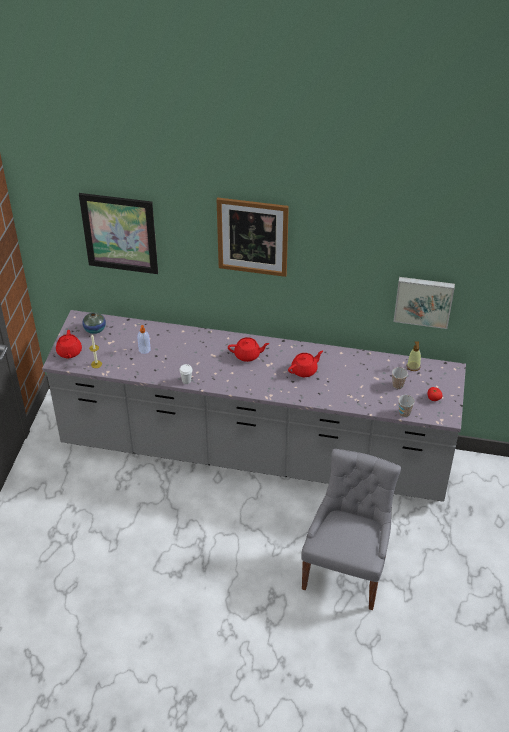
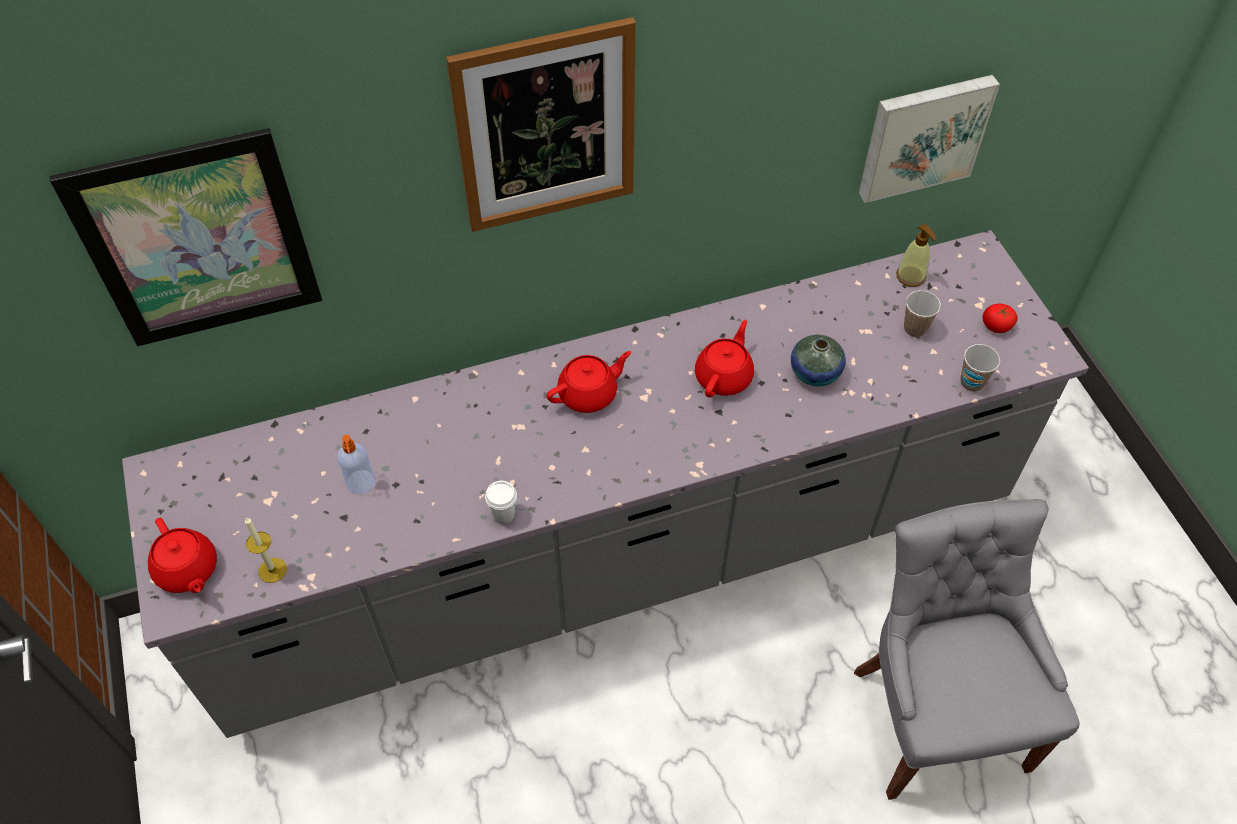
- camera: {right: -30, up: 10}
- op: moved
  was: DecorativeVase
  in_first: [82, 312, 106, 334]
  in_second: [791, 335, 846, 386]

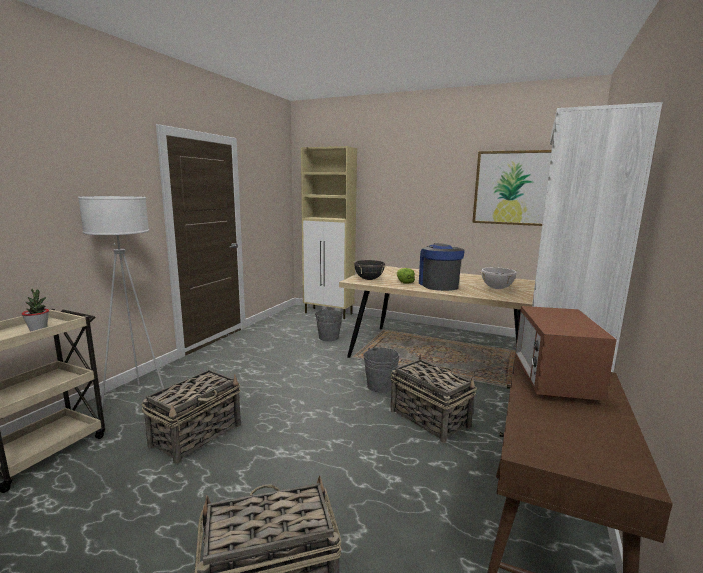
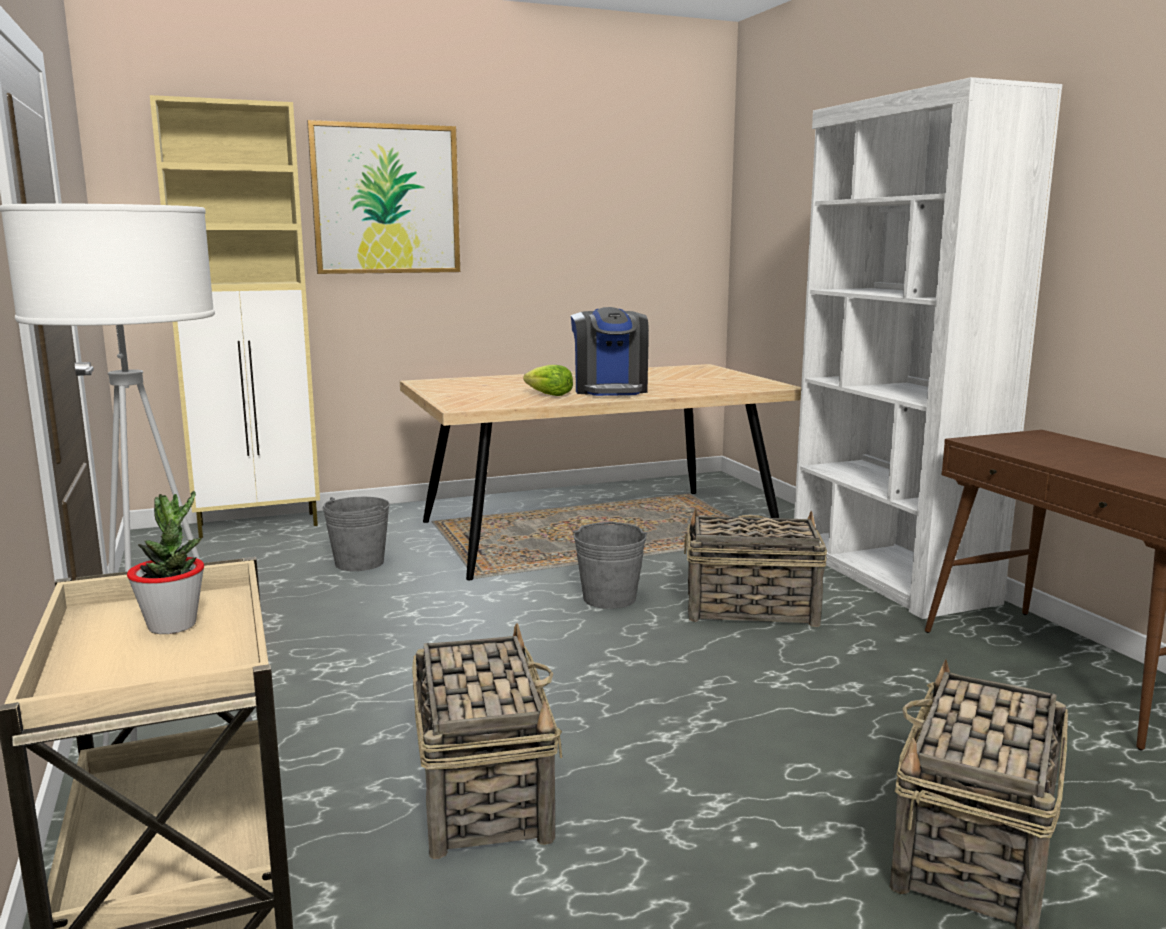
- camera: {right: -45, up: 0}
- op: removed
  was: BlackColouredCookingPot
  in_first: [354, 260, 386, 280]
- op: removed
  was: WhiteCookingPot
  in_first: [480, 267, 517, 289]
- op: removed
  was: MicrowaveOven
  in_first: [515, 306, 617, 401]
- op: moved
  was: WallArt
  in_first: [472, 150, 552, 226]
  in_second: [307, 120, 460, 274]
- op: turned
  was: CoffeeBrewer
  in_first: [419, 243, 465, 291]
  in_second: [571, 307, 649, 396]
  clockwise: -135

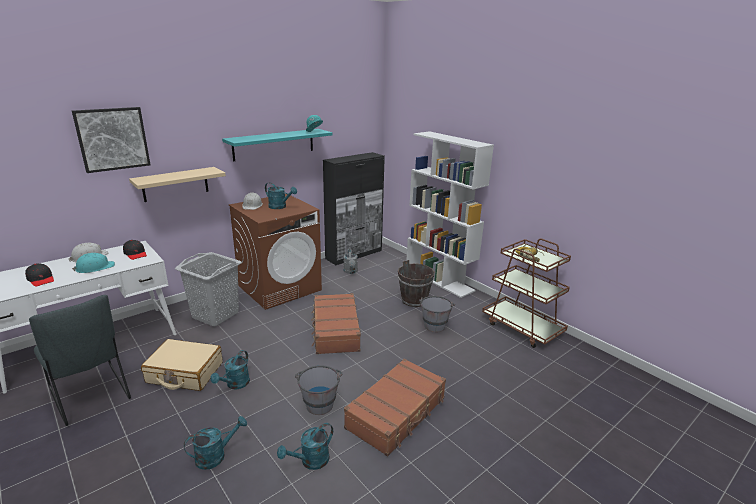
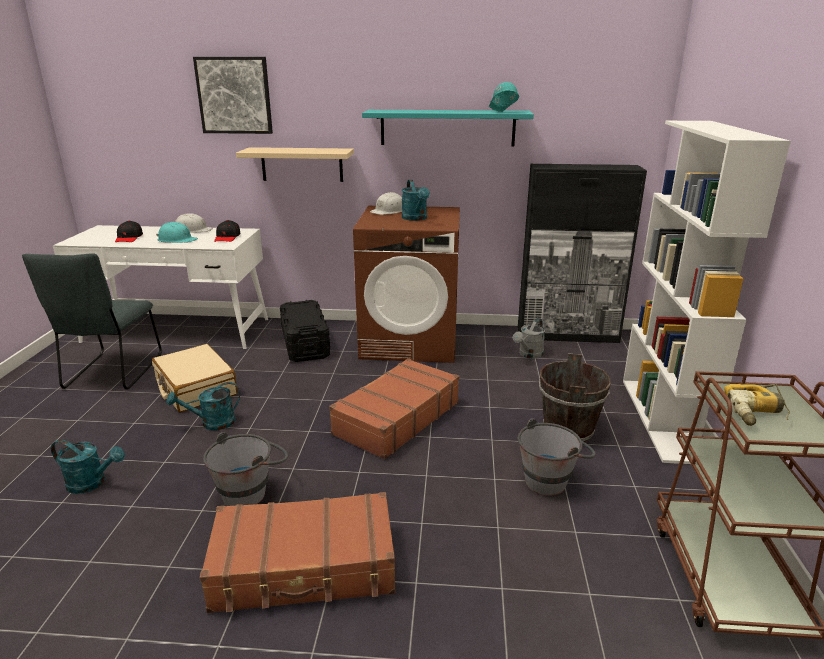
- camera: {right: 45, up: 0}
- op: removed
  was: TurquoiseColouredWateringPot
  in_first: [277, 423, 333, 470]
- op: replaced
  was: GreyishHamper
  now: BlackColouredStorageContainer
  in_first: [175, 252, 242, 326]
  in_second: [280, 300, 330, 362]

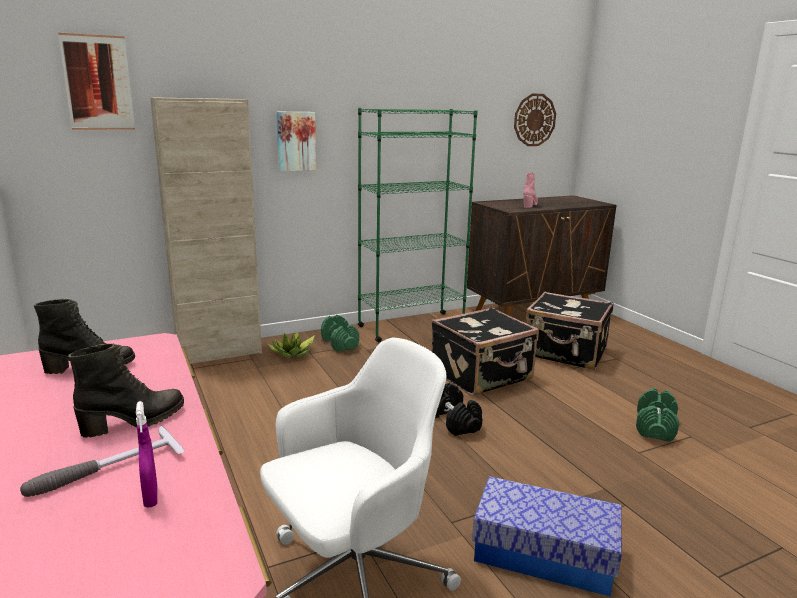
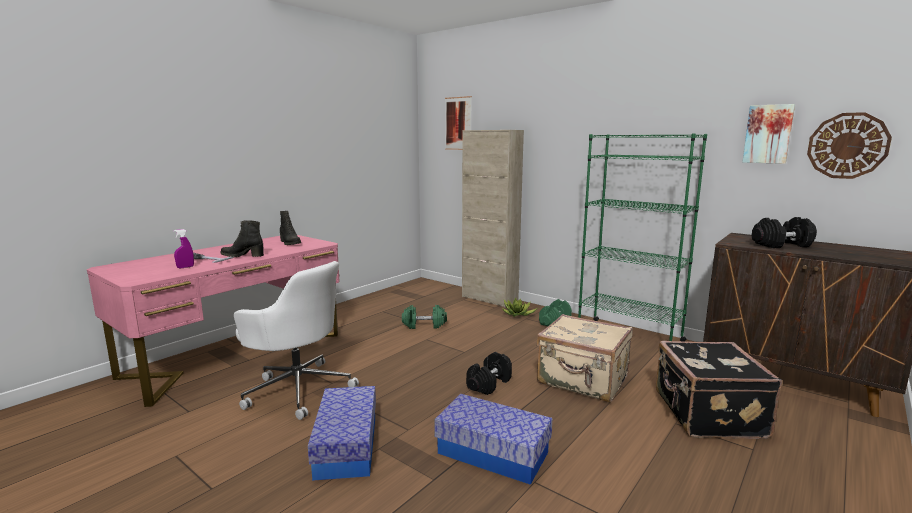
- camera: {right: 65, up: -5}
- op: added
  now: StorageContainer
  in_second: [435, 394, 552, 485]
- op: moved
  was: WallArt
  in_first: [276, 112, 316, 172]
  in_second: [742, 104, 795, 164]
- op: moved
  was: GreenColouredDumbbell
  in_first: [636, 388, 679, 442]
  in_second: [402, 305, 447, 329]
- op: replaced
  was: PinkishTallBoot
  now: BlackColouredDumbbell
  in_first: [523, 172, 538, 208]
  in_second: [752, 217, 817, 248]
- op: recoloured
  was: BlackColouredPieceOfLuggage
  now: SandColouredPieceOfLuggage
  in_first: [432, 307, 539, 396]
  in_second: [537, 314, 633, 403]
- op: turned
  was: BlackColouredTallBoot
  in_first: [68, 344, 184, 438]
  in_second: [220, 220, 264, 257]
  clockwise: 150

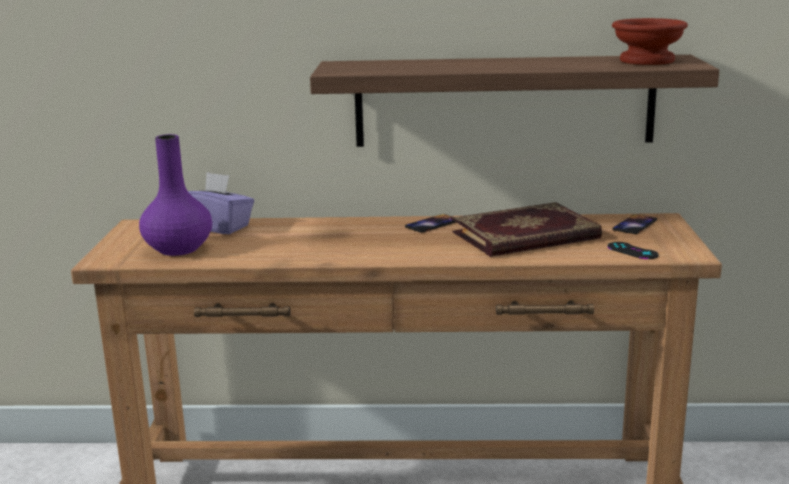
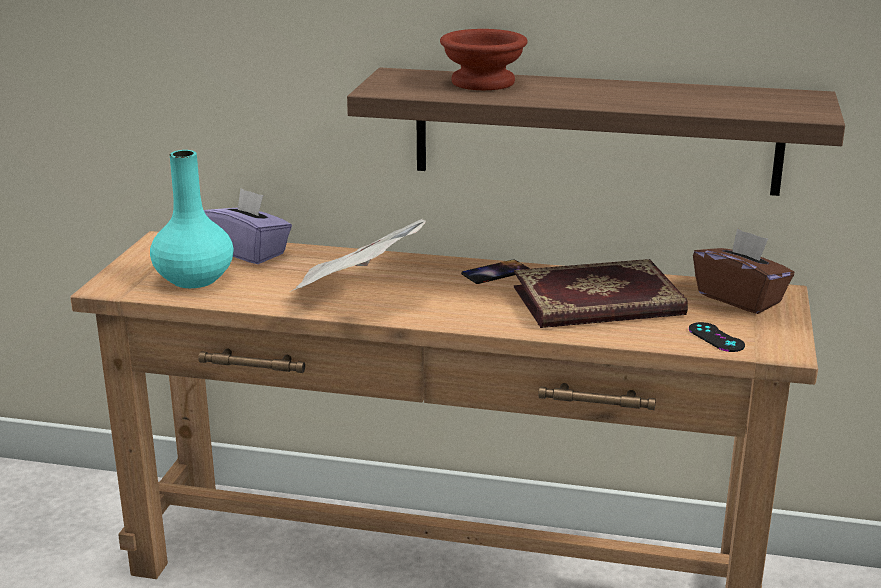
- camera: {right: 10, up: 5}
- op: added
  now: DailyPaper
  in_second: [290, 219, 426, 292]
- op: moved
  was: BrownishDeepDish
  in_first: [612, 18, 688, 65]
  in_second: [440, 29, 528, 90]
- op: replaced
  was: Phone
  now: BrownishTissueBox
  in_first: [612, 214, 657, 234]
  in_second: [693, 228, 794, 314]
- op: recoloured
  was: PurplishDecorativeVase
  now: TurquoiseColouredDecorativeVase
  in_first: [139, 134, 212, 256]
  in_second: [150, 150, 234, 288]

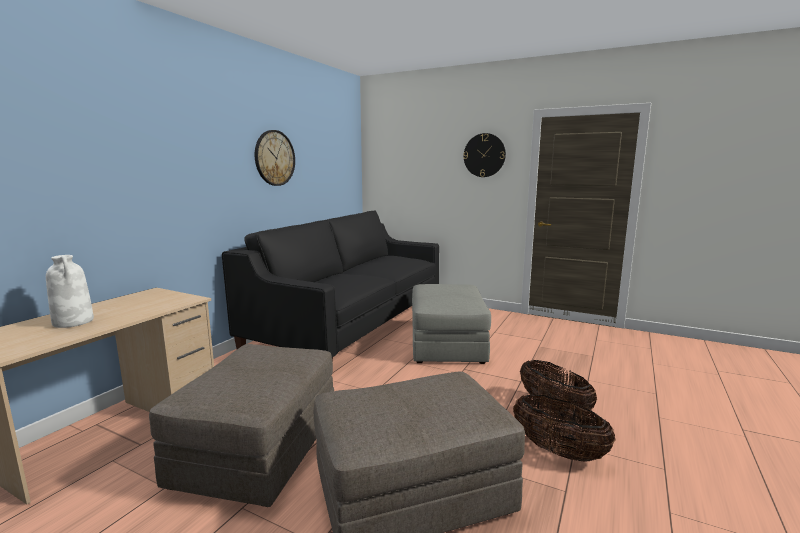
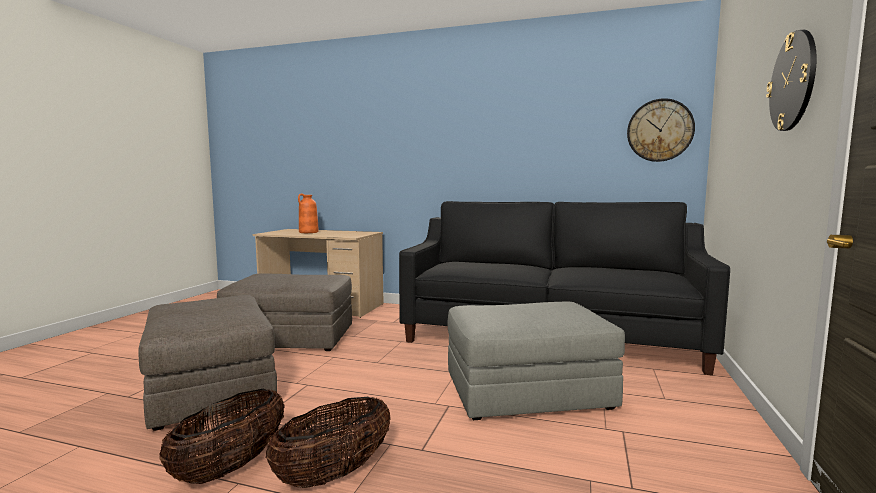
- camera: {right: 80, up: -5}
- op: moved
  was: WallClock
  in_first: [255, 130, 295, 186]
  in_second: [627, 98, 695, 162]
- op: recoloured
  was: WhiteDecorativeVase
  now: OrangeColouredDecorativeVase
  in_first: [46, 255, 94, 328]
  in_second: [298, 193, 319, 233]

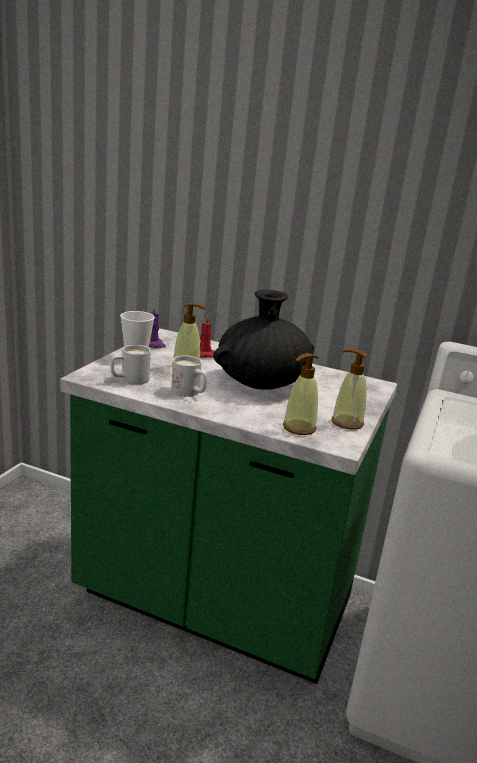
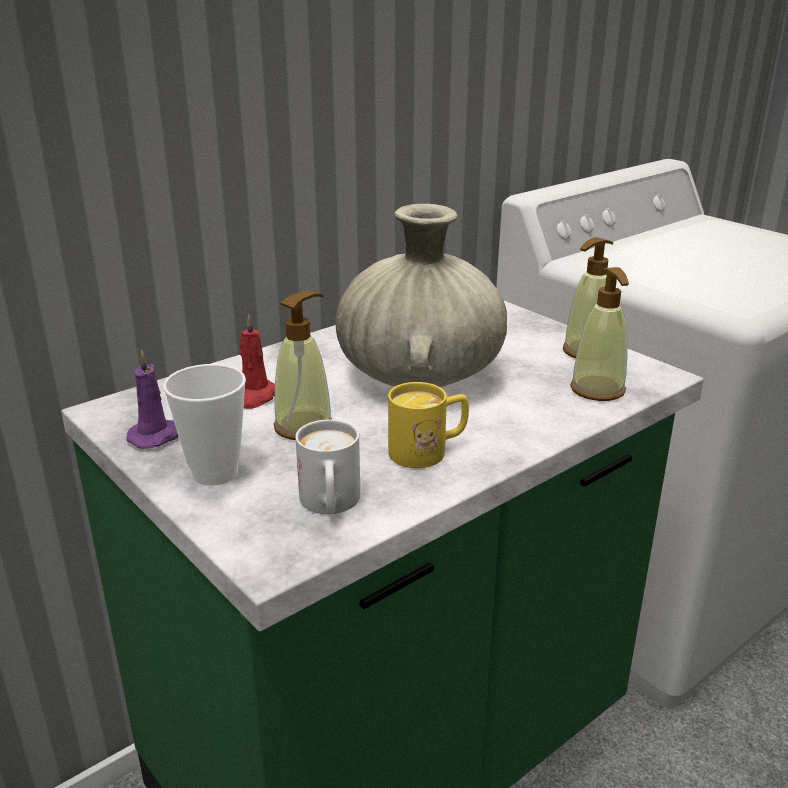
- camera: {right: -60, up: 5}
- op: recoloured
  was: WhiteCoffeeMug
  now: YellowColouredCoffeeMug
  in_first: [171, 356, 207, 397]
  in_second: [388, 382, 469, 468]
- op: recoloured
  was: BlackColouredDecorativeVase
  now: SandColouredDecorativeVase
  in_first: [213, 290, 314, 390]
  in_second: [336, 204, 507, 387]

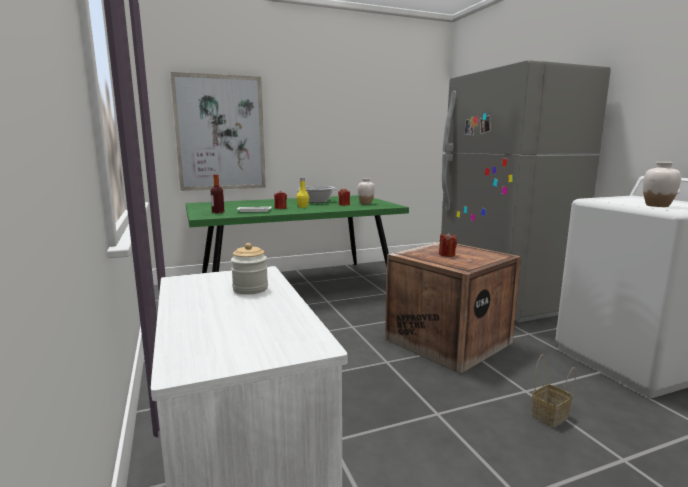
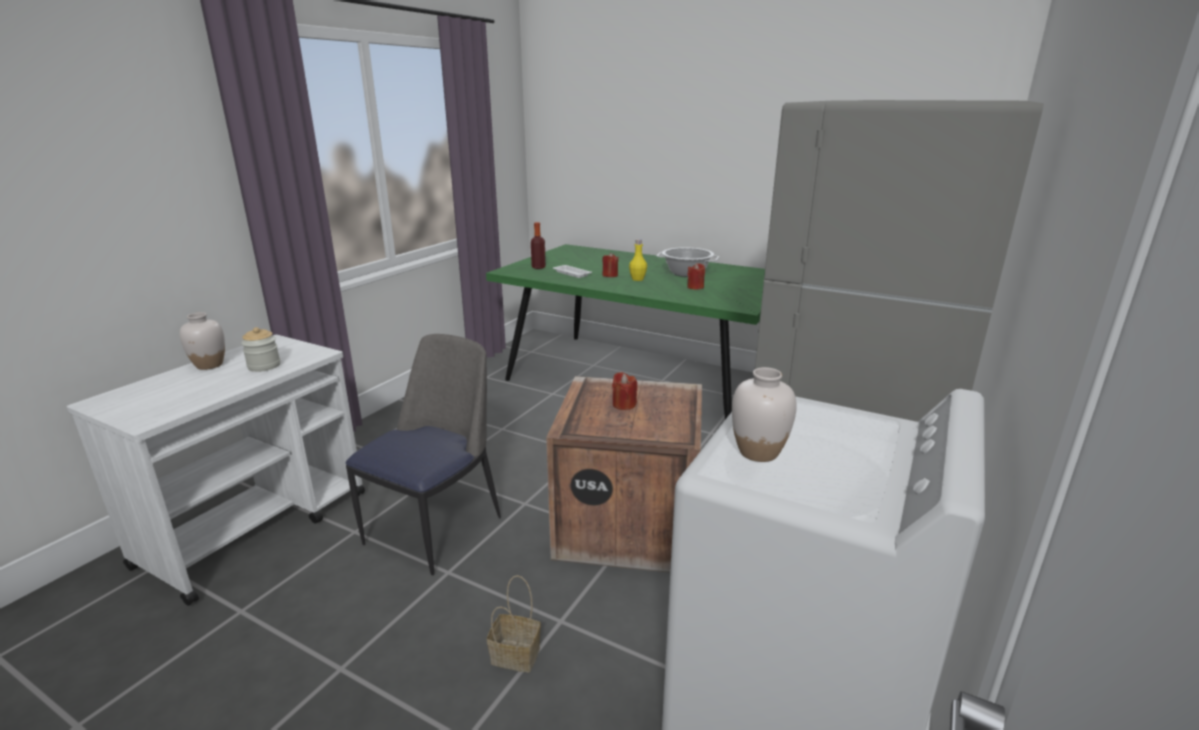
- camera: {right: 50, up: 10}
- op: removed
  was: WallArt
  in_first: [171, 72, 266, 191]
- op: added
  now: UprightChair
  in_second: [345, 334, 501, 576]
- op: moved
  was: WhiteDecorativeVase
  in_first: [358, 178, 375, 204]
  in_second: [179, 312, 225, 370]

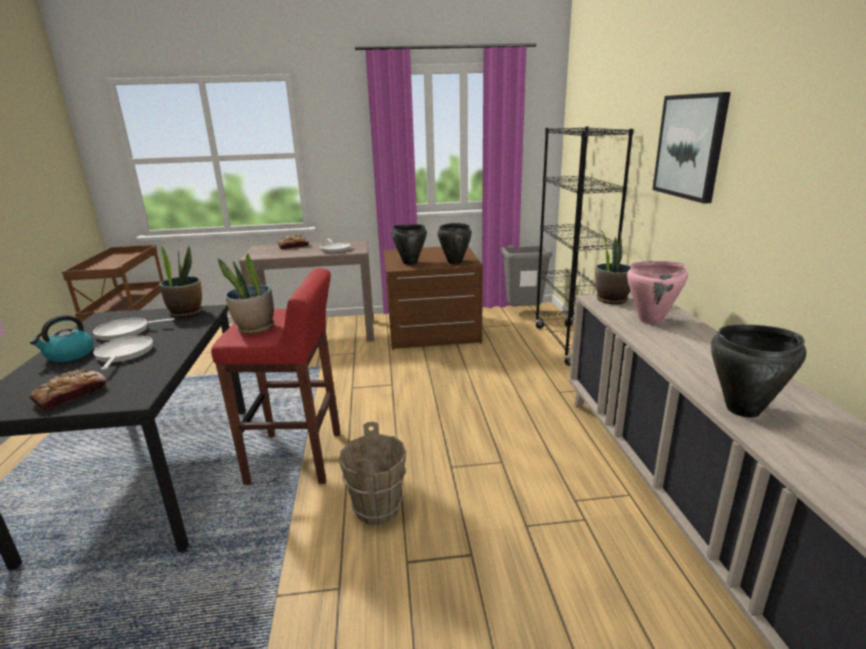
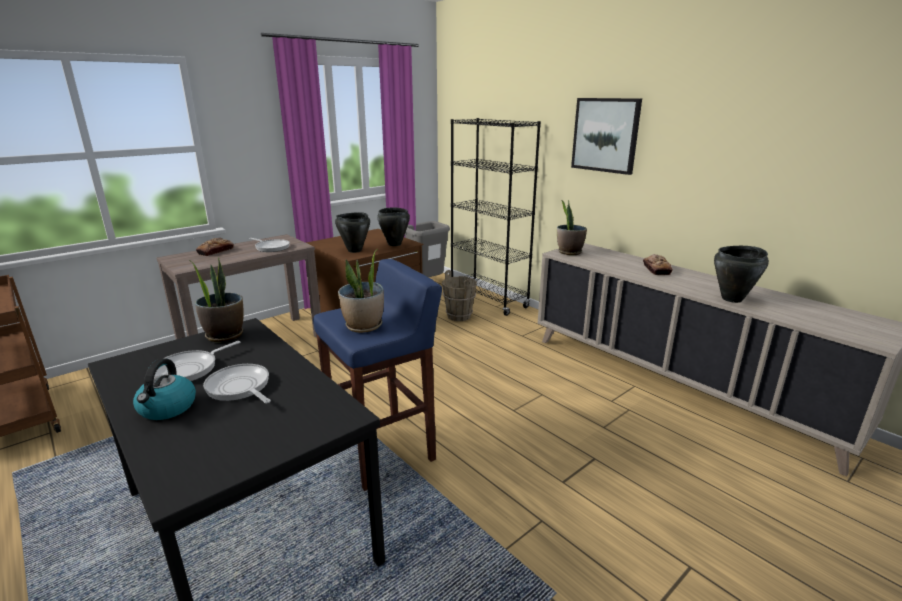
- camera: {right: -35, up: 0}
- op: removed
  was: PinkishCookingPot
  in_first: [627, 261, 688, 325]
- op: moved
  was: BakedBread
  in_first: [29, 369, 106, 411]
  in_second: [643, 254, 673, 275]
- op: moved
  was: BrownishPail
  in_first: [339, 422, 406, 525]
  in_second: [442, 270, 477, 321]
- op: recoloured
  was: RedColouredSittingStool
  now: BluishSittingStool
  in_first: [211, 268, 341, 485]
  in_second: [313, 259, 442, 491]

